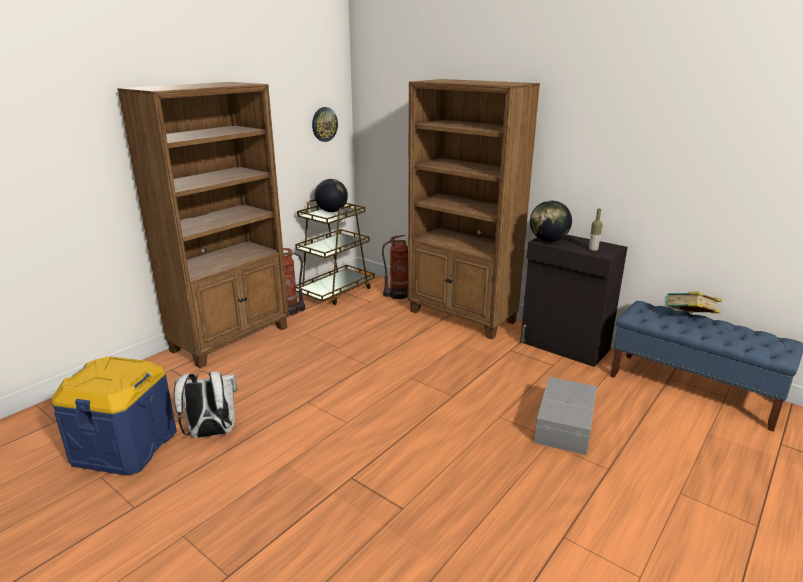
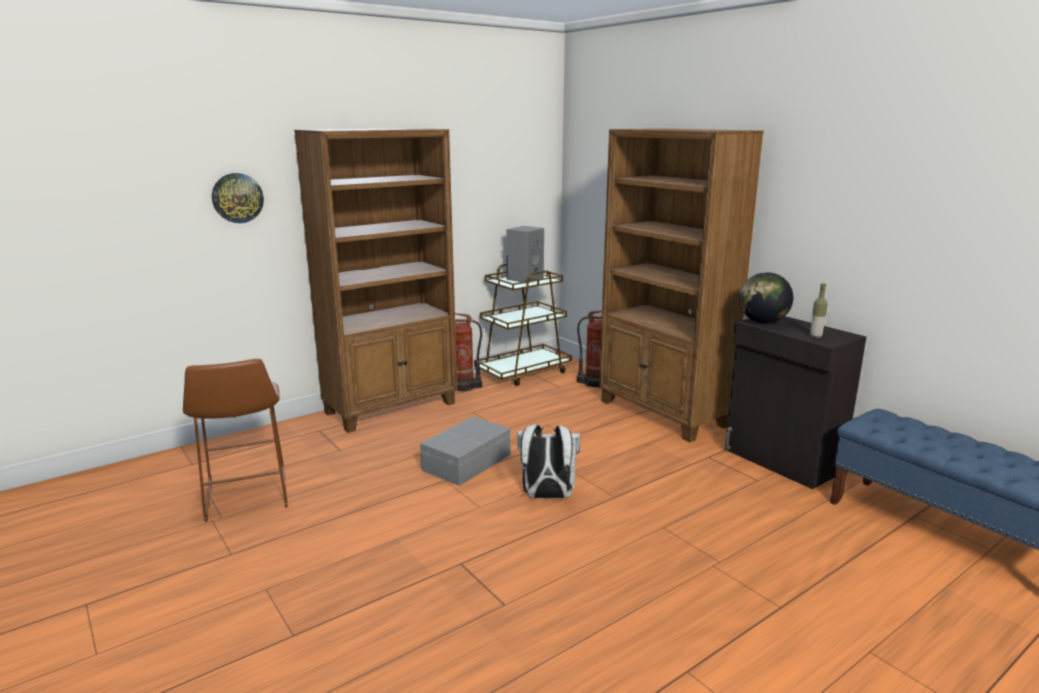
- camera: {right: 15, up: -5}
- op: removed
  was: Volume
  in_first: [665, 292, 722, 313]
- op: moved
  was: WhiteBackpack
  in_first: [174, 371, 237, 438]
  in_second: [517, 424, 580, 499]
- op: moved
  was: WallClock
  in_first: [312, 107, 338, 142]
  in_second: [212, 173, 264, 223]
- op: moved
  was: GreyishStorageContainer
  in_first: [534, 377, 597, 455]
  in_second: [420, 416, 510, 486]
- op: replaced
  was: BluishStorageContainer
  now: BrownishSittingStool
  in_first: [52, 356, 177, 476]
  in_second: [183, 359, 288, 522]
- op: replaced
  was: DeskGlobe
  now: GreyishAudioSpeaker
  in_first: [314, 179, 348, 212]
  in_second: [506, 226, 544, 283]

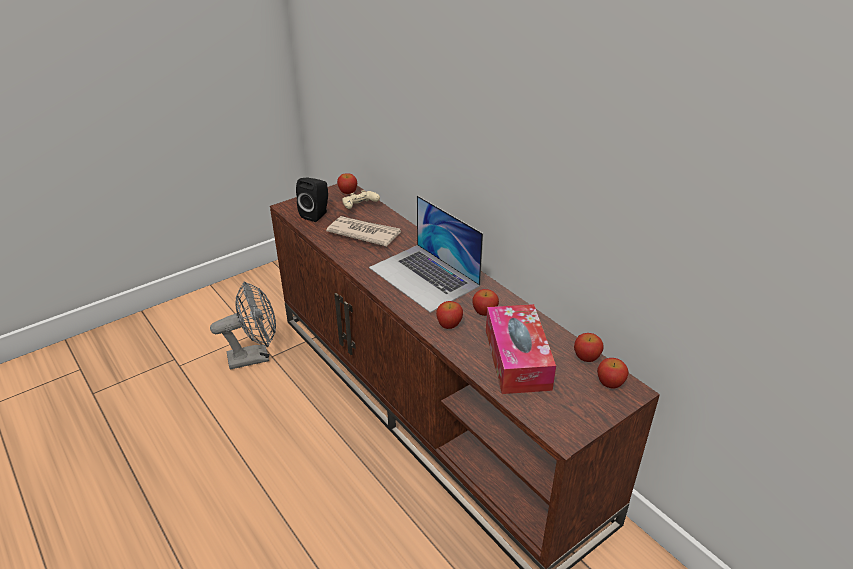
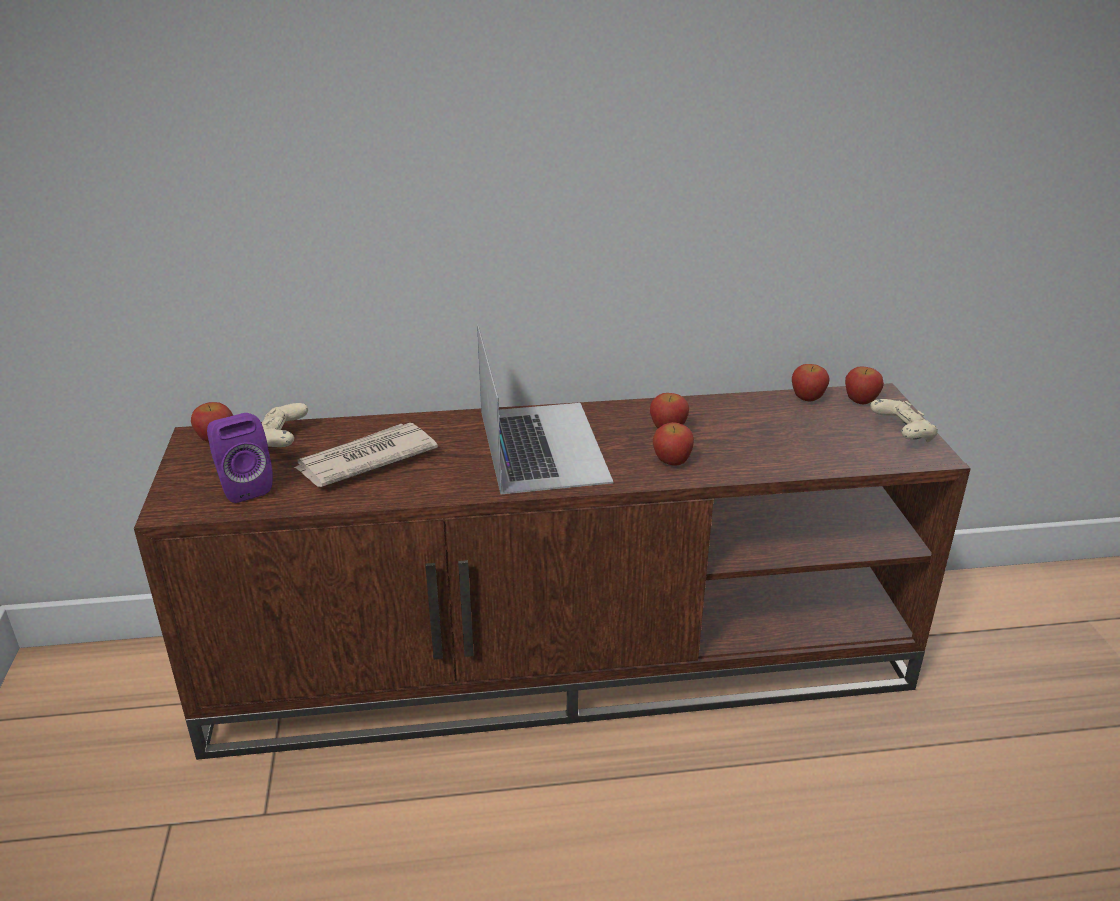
- camera: {right: -60, up: -5}
- op: removed
  was: GreyishFan
  in_first: [210, 281, 276, 370]
- op: removed
  was: TissueBox
  in_first: [486, 304, 556, 394]
- op: added
  now: SandColouredGameController
  in_second: [870, 399, 938, 442]
- op: recoloured
  was: BlackColouredAudioSpeaker
  now: PurplishAudioSpeaker
  in_first: [296, 178, 328, 222]
  in_second: [207, 413, 273, 503]
- op: turned
  was: Laptop
  in_first: [369, 195, 483, 313]
  in_second: [477, 325, 613, 494]
  clockwise: -90

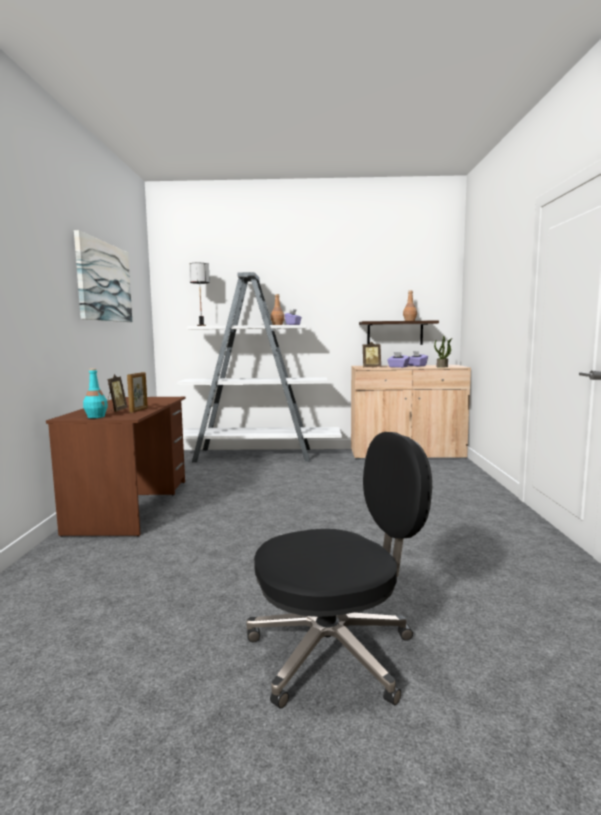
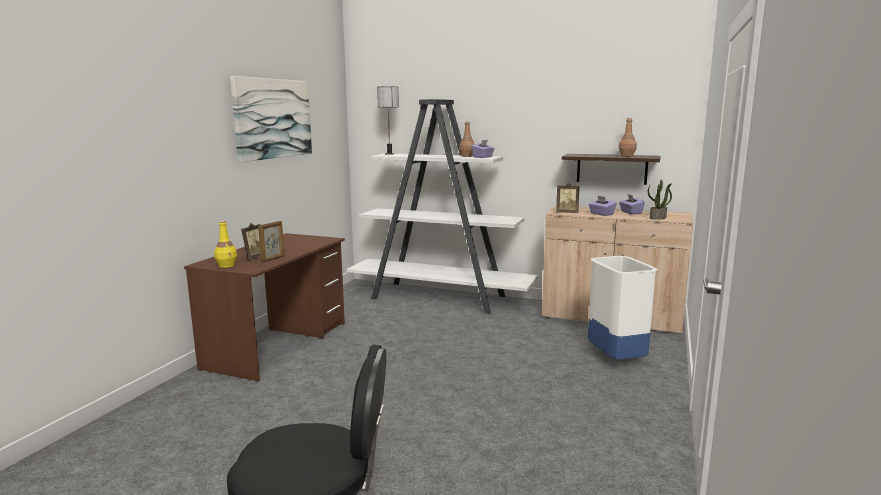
- camera: {right: 20, up: 5}
- op: added
  now: WhiteRubbishBin
  in_second: [588, 256, 657, 360]
- op: recoloured
  was: TurquoiseColouredDrinkBottle
  now: YellowColouredDrinkBottle
  in_first: [83, 368, 108, 418]
  in_second: [214, 220, 237, 268]

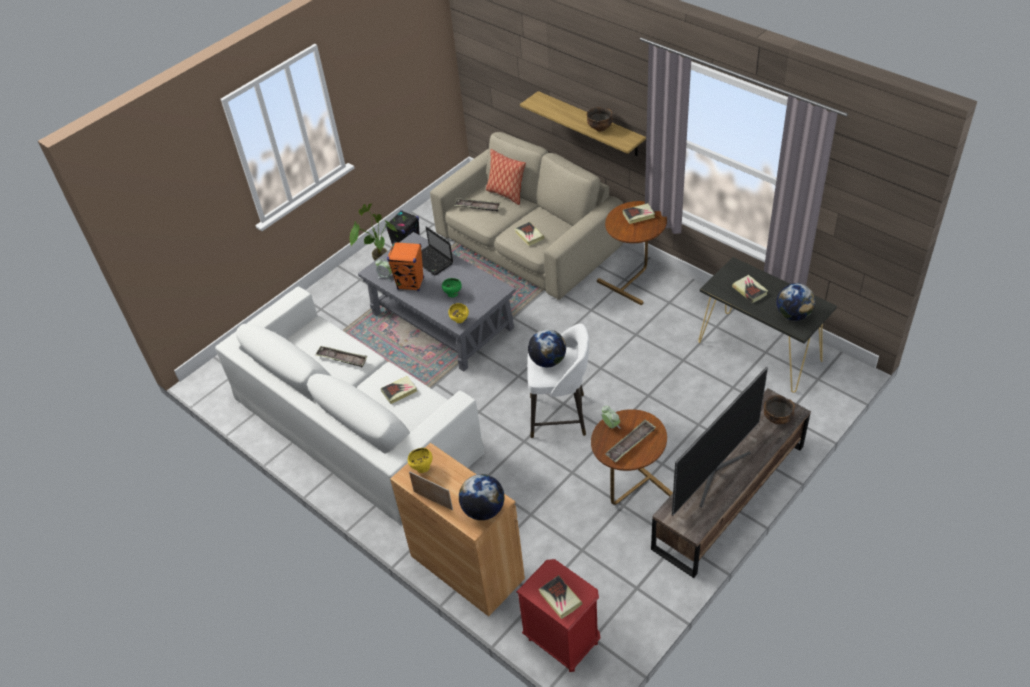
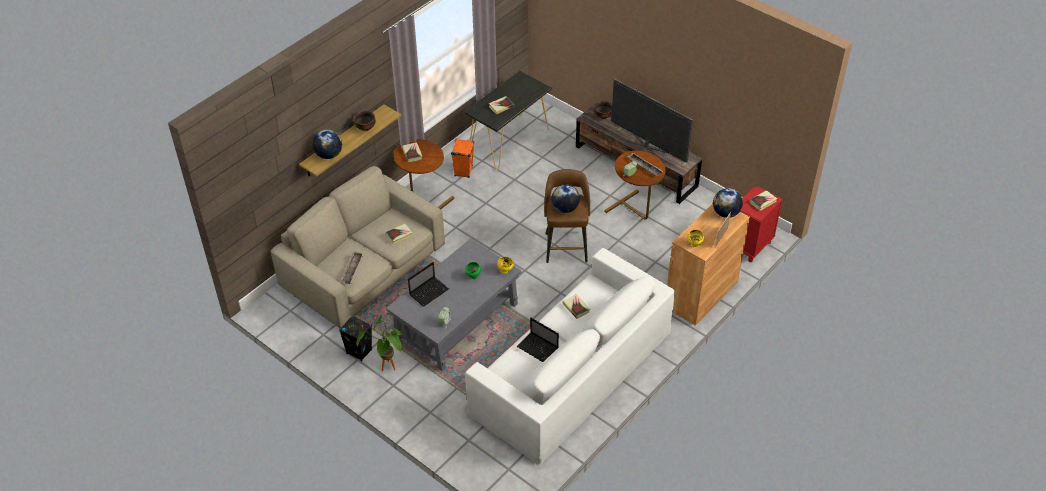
- camera: {right: -95, up: 0}
- op: removed
  was: Cushion
  in_first: [486, 149, 526, 205]
- op: moved
  was: OrangeColouredAudioSpeaker
  in_first: [387, 242, 424, 291]
  in_second: [451, 139, 474, 178]
- op: moved
  was: DeskGlobe
  in_first: [776, 283, 815, 321]
  in_second: [312, 130, 342, 159]
- op: replaced
  was: ServingTray
  now: Laptop
  in_first: [315, 346, 368, 367]
  in_second: [517, 318, 559, 362]
- op: recoloured
  was: WhiteSittingStool
  now: BrownishSittingStool
  in_first: [527, 324, 589, 438]
  in_second: [544, 169, 590, 263]

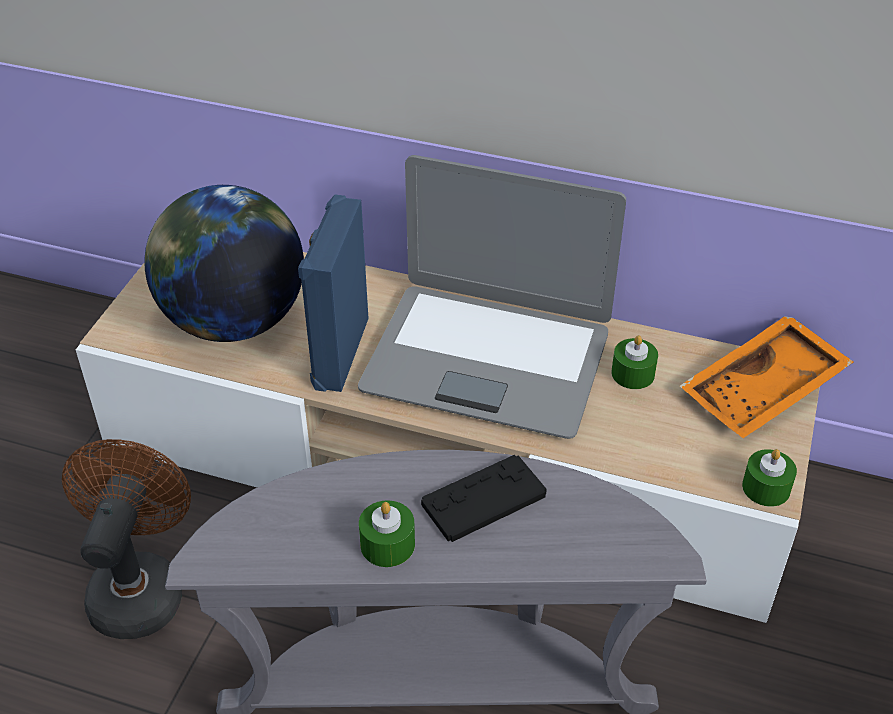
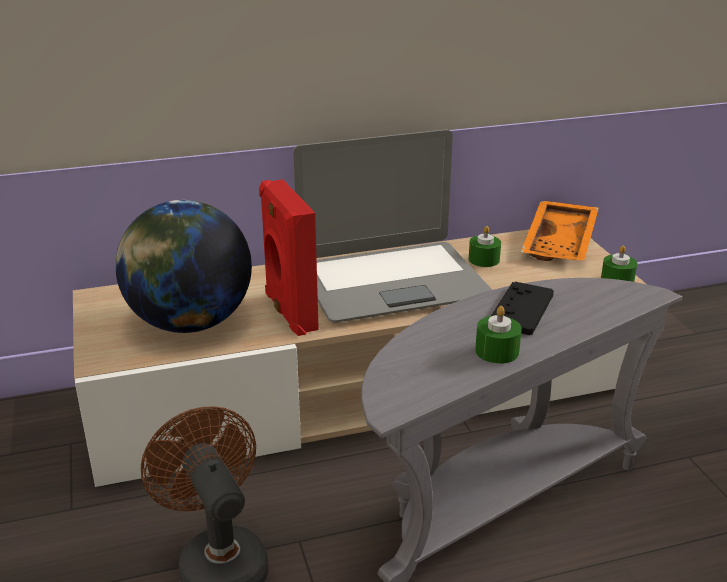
- camera: {right: -35, up: -15}
- op: recoloured
  was: BluishAudioSpeaker
  now: RedColouredAudioSpeaker
  in_first: [298, 195, 369, 392]
  in_second: [259, 179, 319, 336]

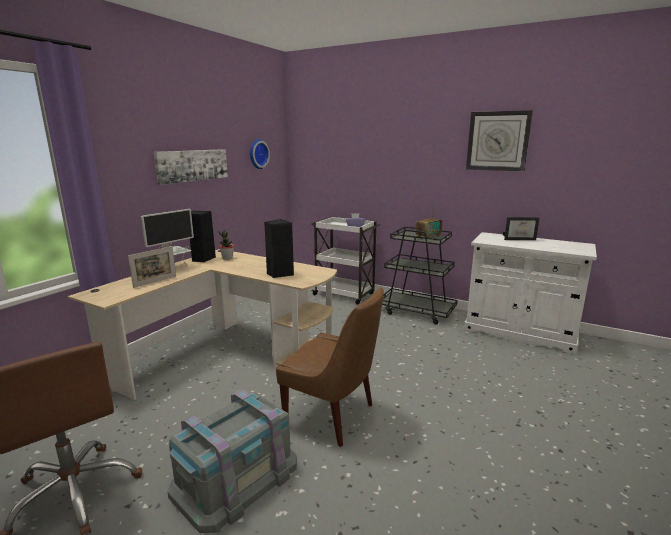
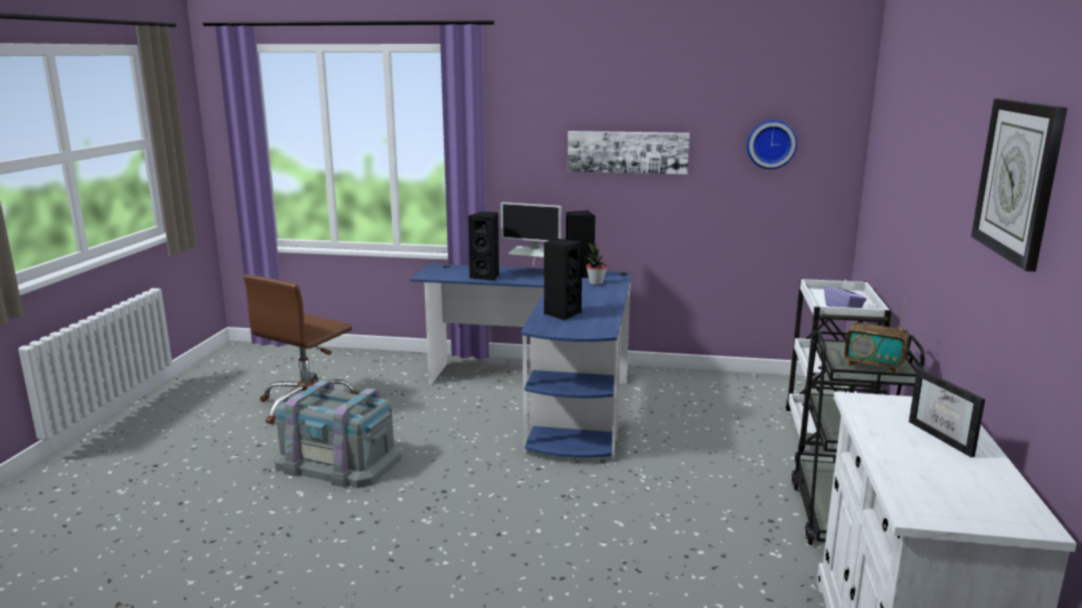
- camera: {right: 70, up: 0}
- op: removed
  was: BrownishUprightChair
  in_first: [276, 288, 384, 447]
- op: replaced
  was: PictureFrame
  now: BlackColouredAudioSpeaker
  in_first: [128, 246, 176, 288]
  in_second: [468, 212, 499, 281]
- op: recoloured
  was: SandColouredDeskTable
  now: BluishDeskTable
  in_first: [68, 249, 337, 400]
  in_second: [410, 264, 632, 460]

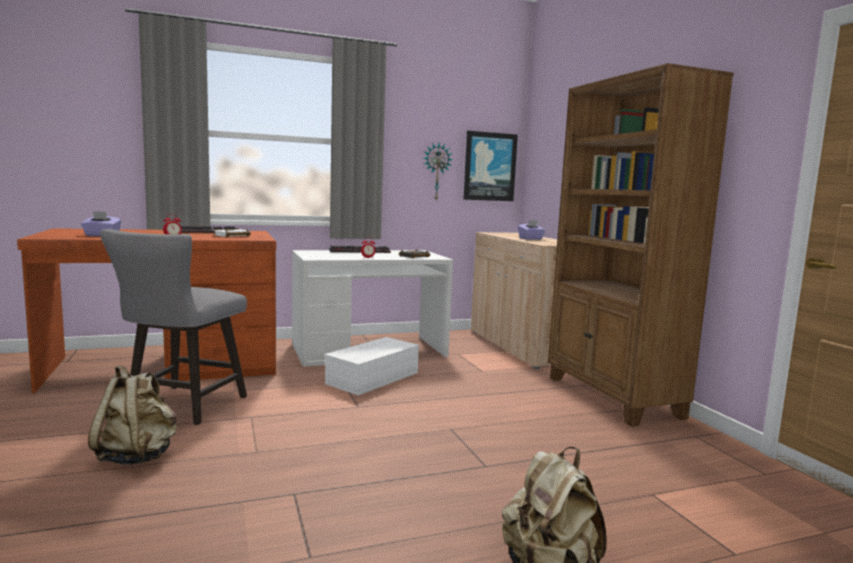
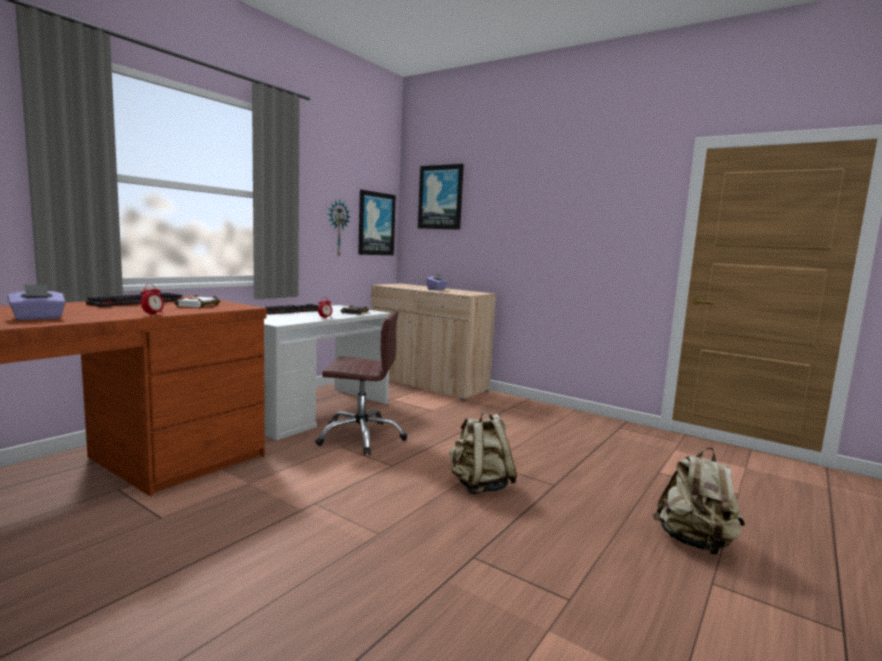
- camera: {right: -35, up: 0}
- op: removed
  was: GreyishSittingStool
  in_first: [100, 229, 247, 425]
- op: removed
  was: BrownishShelvingUnit
  in_first: [548, 63, 734, 426]
- op: added
  now: WallArt
  in_second: [418, 164, 464, 230]
- op: moved
  was: SandColouredBackpack
  in_first: [88, 365, 176, 465]
  in_second: [449, 412, 517, 494]
- op: replaced
  was: WhiteStorageContainer
  now: BrownishComputerChair
  in_first: [324, 337, 419, 396]
  in_second: [315, 311, 408, 455]

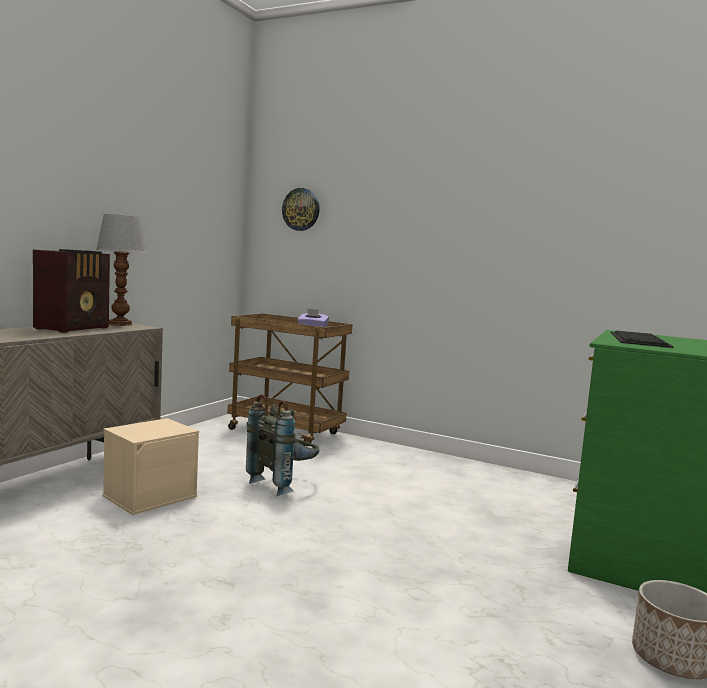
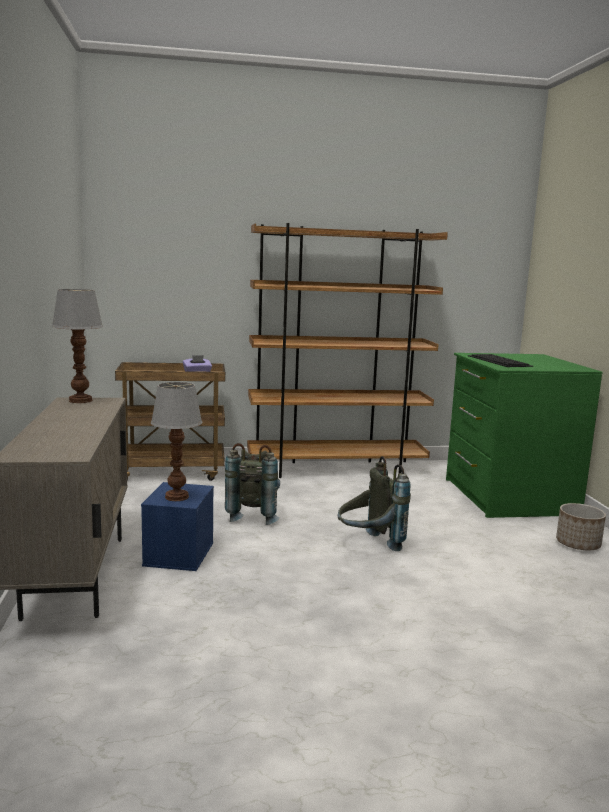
- camera: {right: -35, up: 5}
- op: removed
  was: Radio
  in_first: [33, 249, 110, 333]
- op: removed
  was: WallClock
  in_first: [282, 188, 319, 231]
- op: added
  now: TabletopLamp
  in_second: [151, 382, 202, 501]
- op: added
  now: BrownishShelvingUnit
  in_second: [247, 223, 448, 478]
- op: added
  now: GreyishBackpack
  in_second: [338, 456, 411, 551]
- op: recoloured
  was: SandColouredStorageContainer
  now: BluishStorageContainer
  in_first: [103, 418, 199, 515]
  in_second: [141, 482, 214, 571]

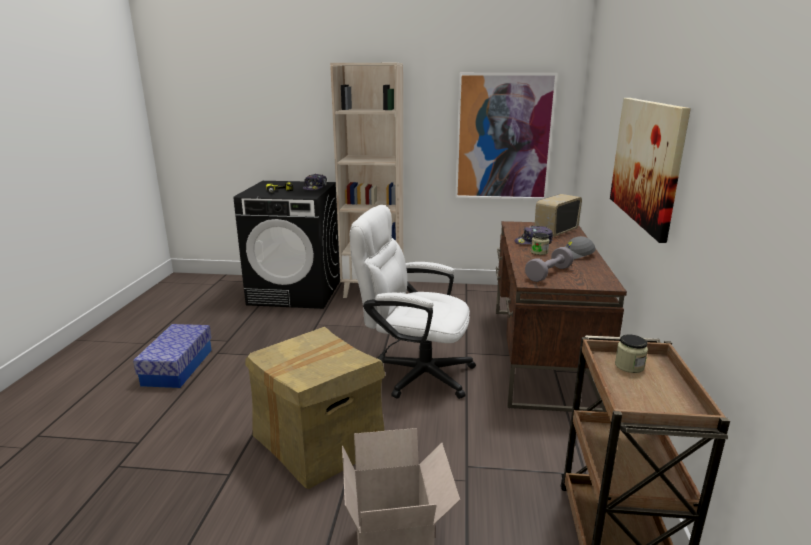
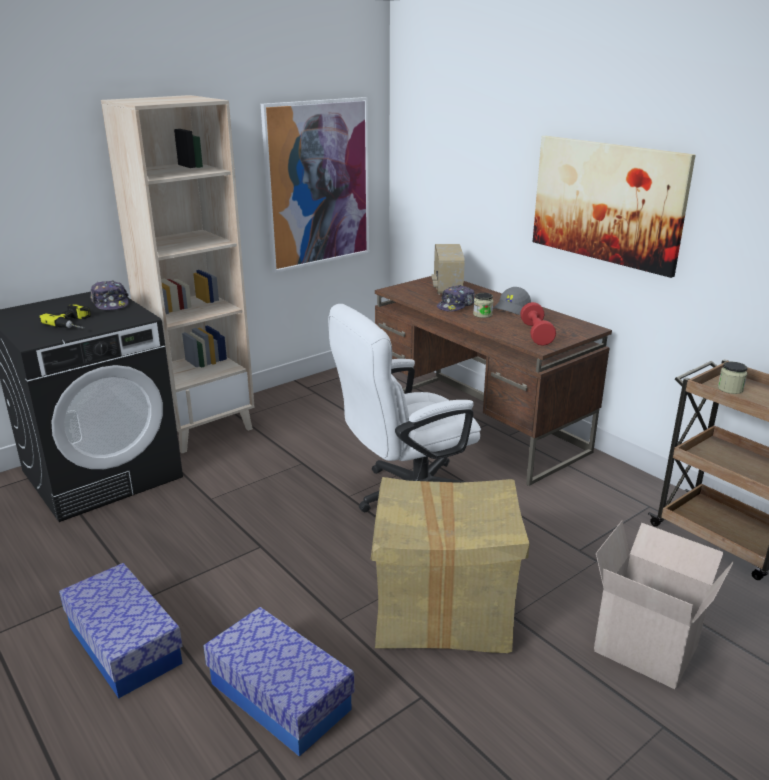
- camera: {right: -45, up: 5}
- op: added
  now: StorageContainer
  in_second: [204, 607, 355, 757]
- op: recoloured
  was: GreyishDumbbell
  now: RedColouredDumbbell
  in_first: [525, 247, 574, 282]
  in_second: [520, 302, 556, 346]

